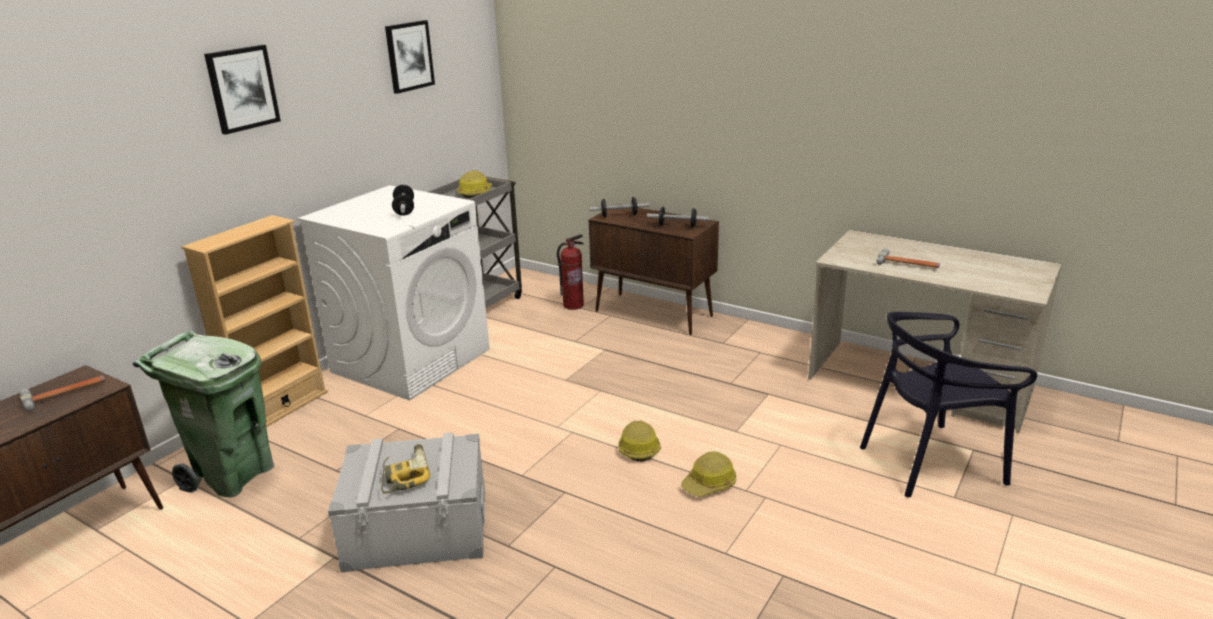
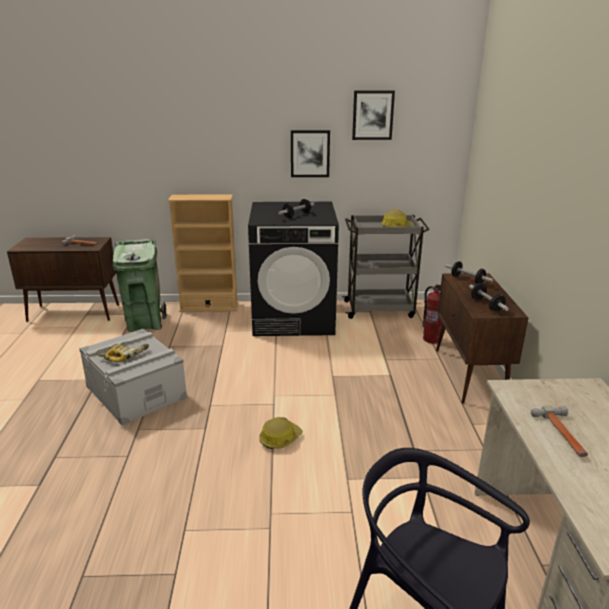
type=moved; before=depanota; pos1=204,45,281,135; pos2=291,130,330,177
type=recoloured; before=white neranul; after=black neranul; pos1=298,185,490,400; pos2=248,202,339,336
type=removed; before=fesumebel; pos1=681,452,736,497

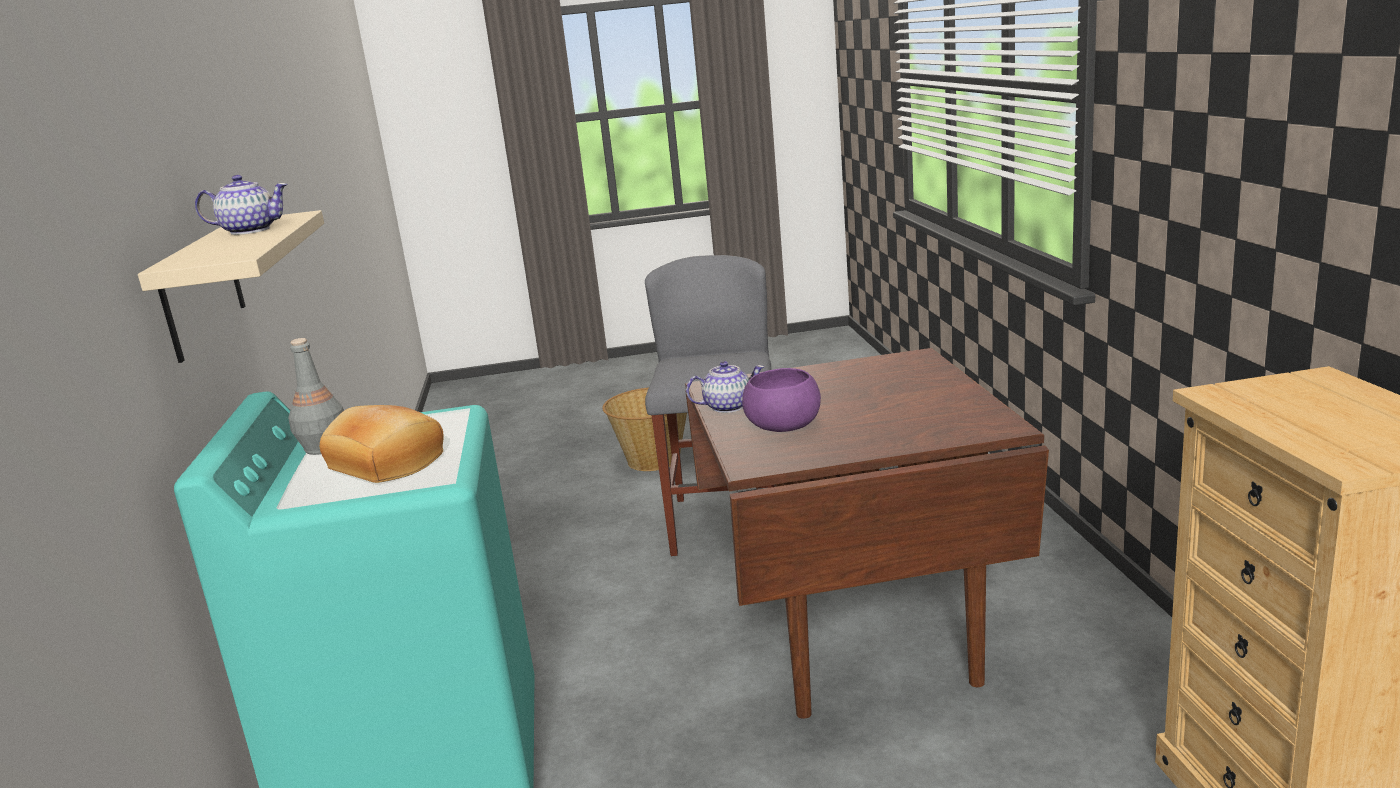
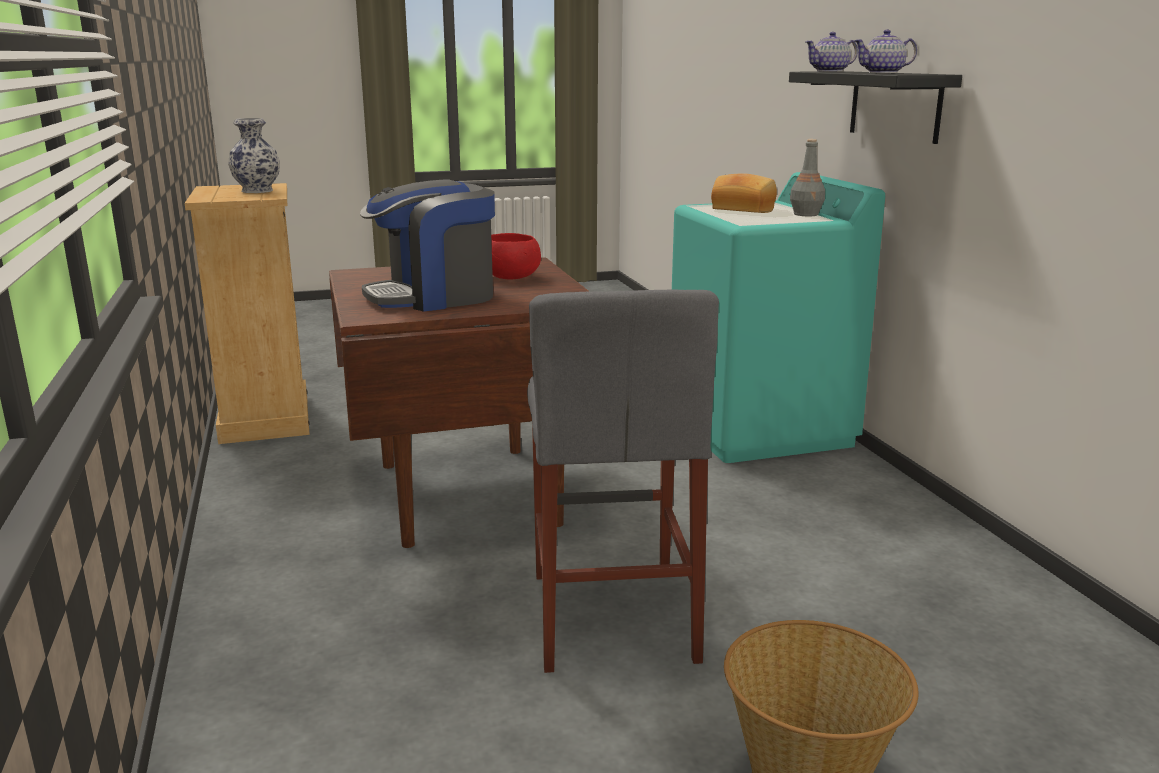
type=recoloured; before=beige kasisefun; after=black kasisefun; pos1=138,210,324,363; pos2=789,71,962,144
type=moved; before=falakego; pos1=686,361,764,413; pos2=805,32,858,72
type=recoloured; before=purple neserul; after=red neserul; pos1=742,368,821,432; pos2=491,233,541,280
type=added; after=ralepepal; pos2=228,118,280,193
type=added; after=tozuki; pos2=360,179,495,312

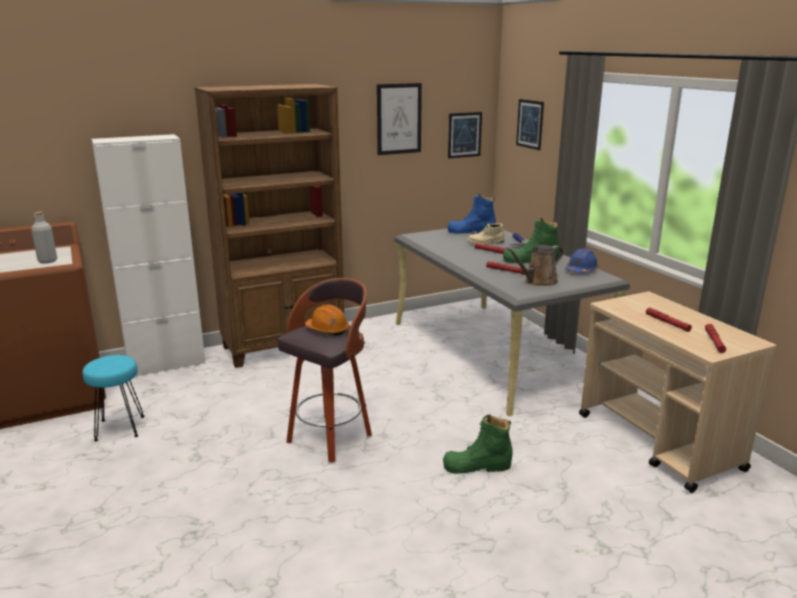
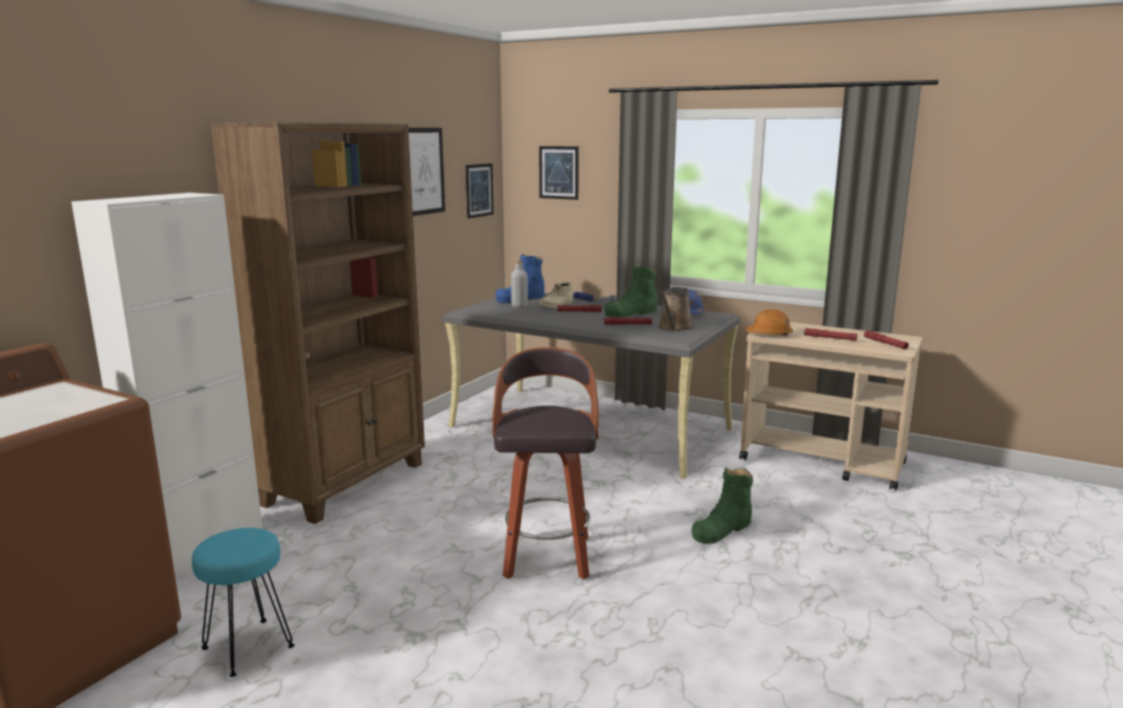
type=moved; before=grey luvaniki; pos1=31,212,57,263; pos2=511,260,528,308
type=moved; before=orange fesumebel; pos1=305,305,349,336; pos2=745,309,793,336

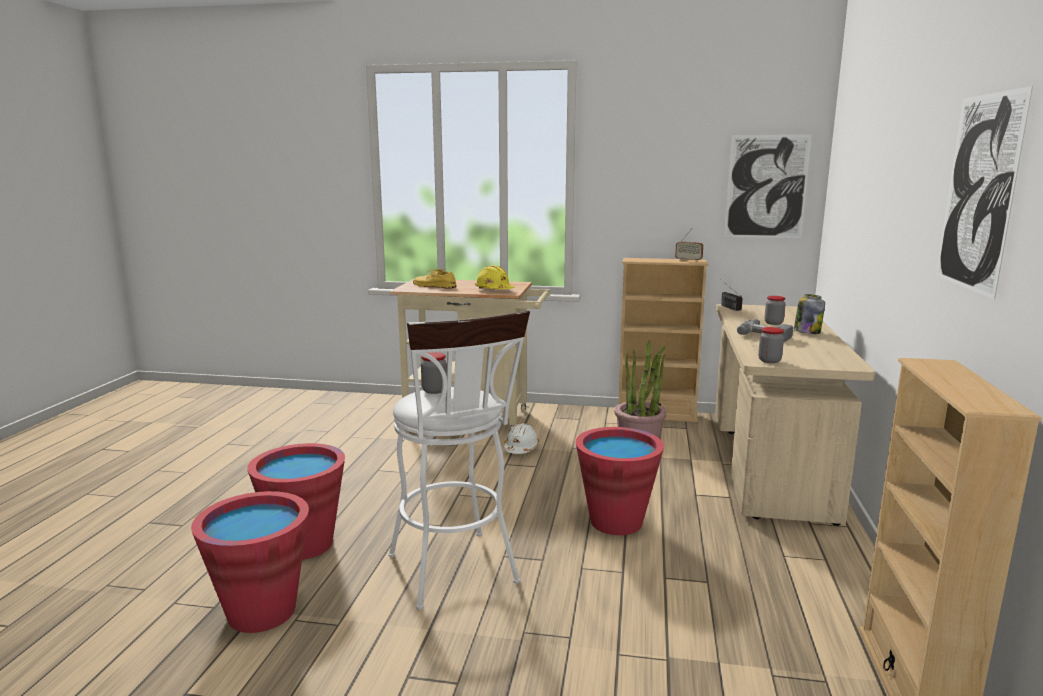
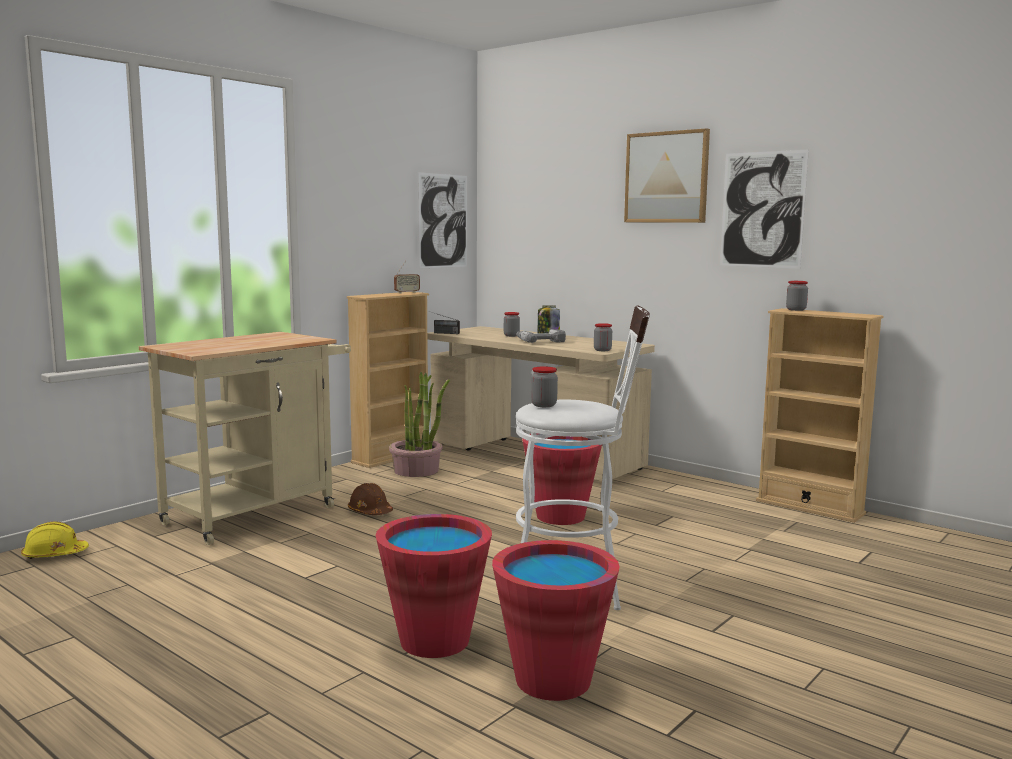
type=removed; before=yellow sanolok; pos1=413,269,457,289
type=moved; before=yellow fesumebel; pos1=475,265,514,290; pos2=21,522,89,559
type=recoloured; before=white fesumebel; after=brown fesumebel; pos1=504,423,539,454; pos2=348,483,393,515
type=added; after=depanota; pos2=624,128,710,223
type=added; after=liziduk; pos2=786,281,808,311

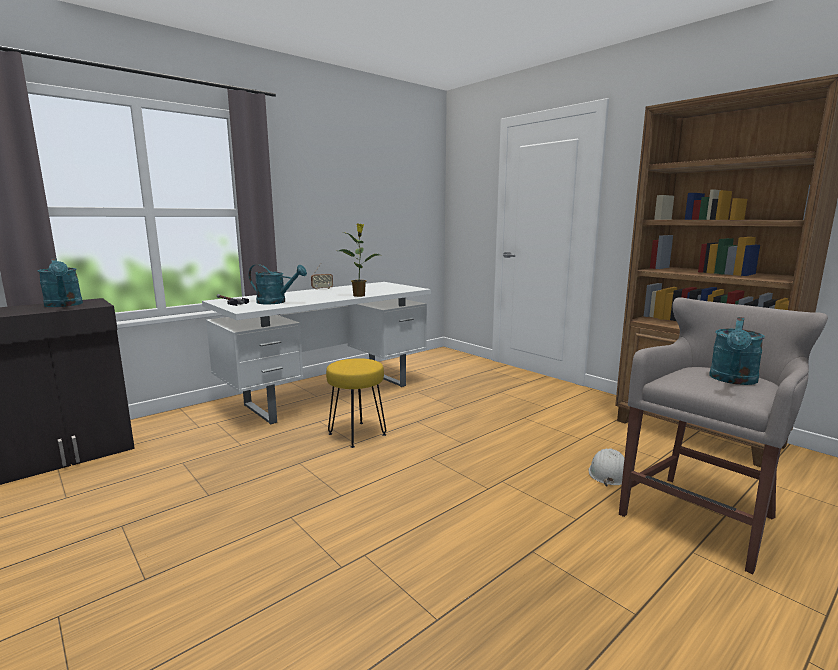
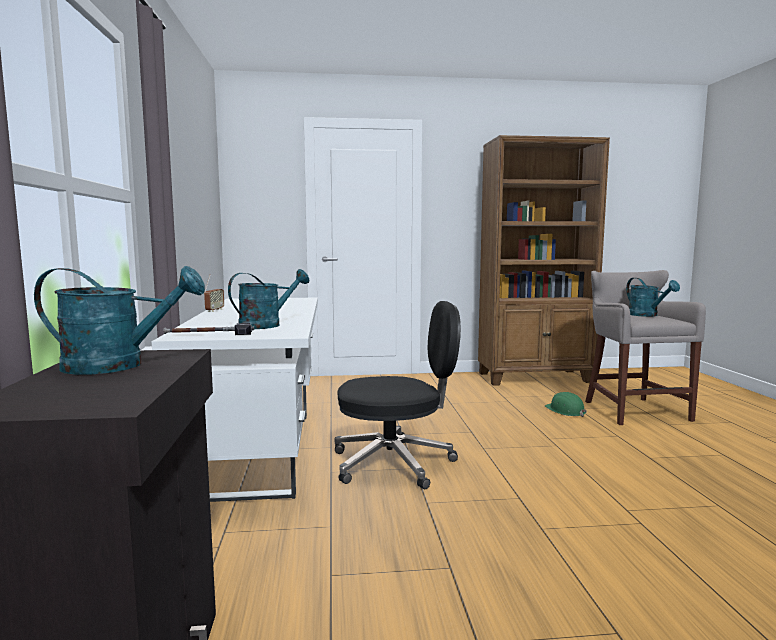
type=replaced; before=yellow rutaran; after=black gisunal; pos1=326,358,386,448; pos2=334,301,461,489
type=removed; before=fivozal; pos1=339,224,379,297
type=recoloured; before=white fesumebel; after=green fesumebel; pos1=589,448,624,487; pos2=545,392,587,417

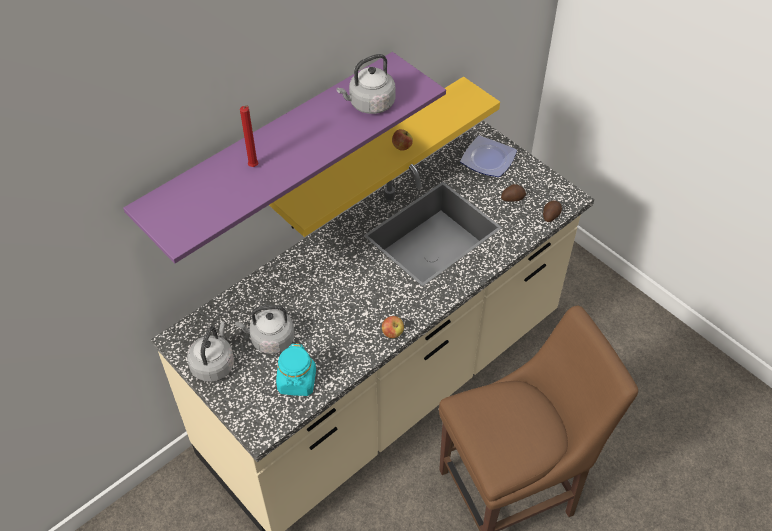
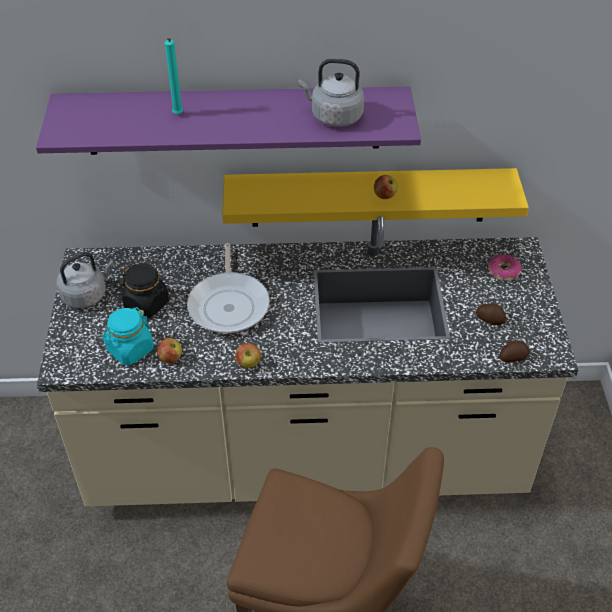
type=replaced; before=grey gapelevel; after=black liziduk; pos1=235,305,295,354; pos2=122,264,169,318
type=recoloured; before=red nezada; after=turquoise nezada; pos1=240,105,258,167; pos2=165,38,183,115
type=replaced; before=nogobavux; after=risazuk; pos1=460,135,517,177; pos2=489,254,521,281
type=added; after=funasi; pos2=157,338,182,363
type=added; after=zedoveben; pos2=187,243,270,333

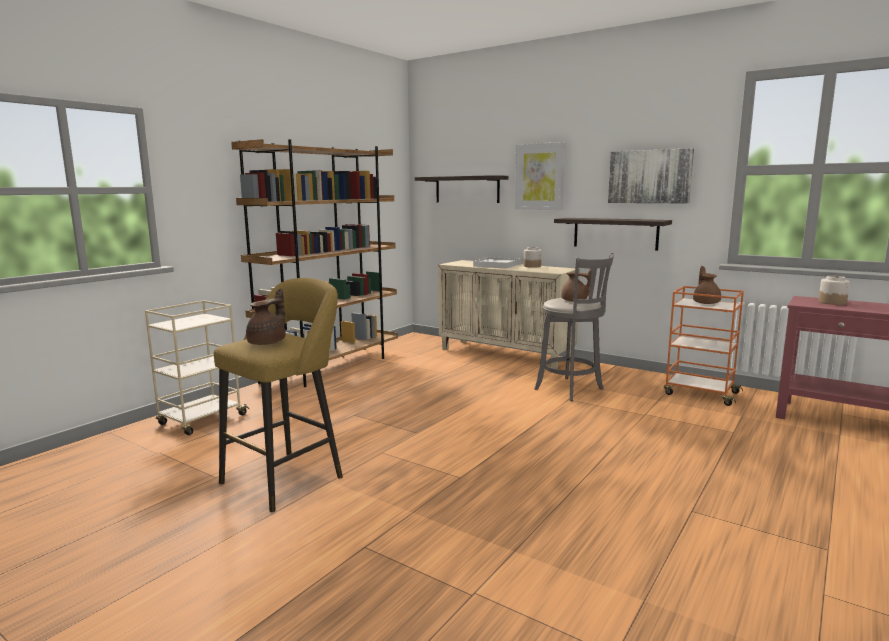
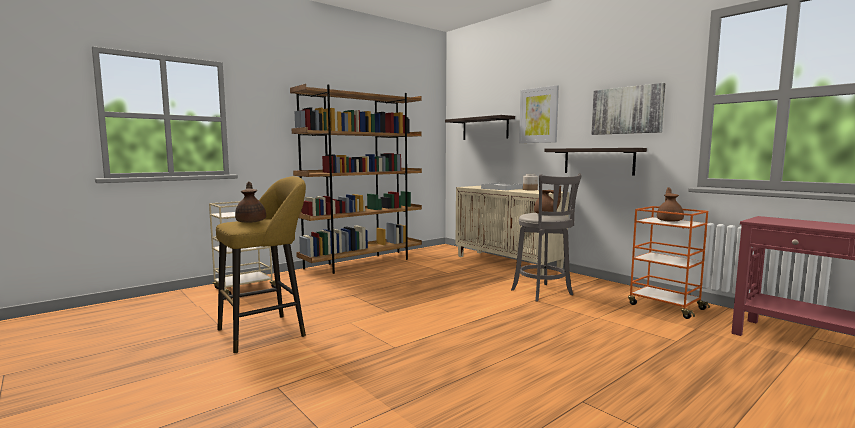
type=turned; before=brown falakego; pos1=246,288,286,345; pos2=235,182,266,223; turn=-60
type=removed; before=liziduk; pos1=818,276,850,305

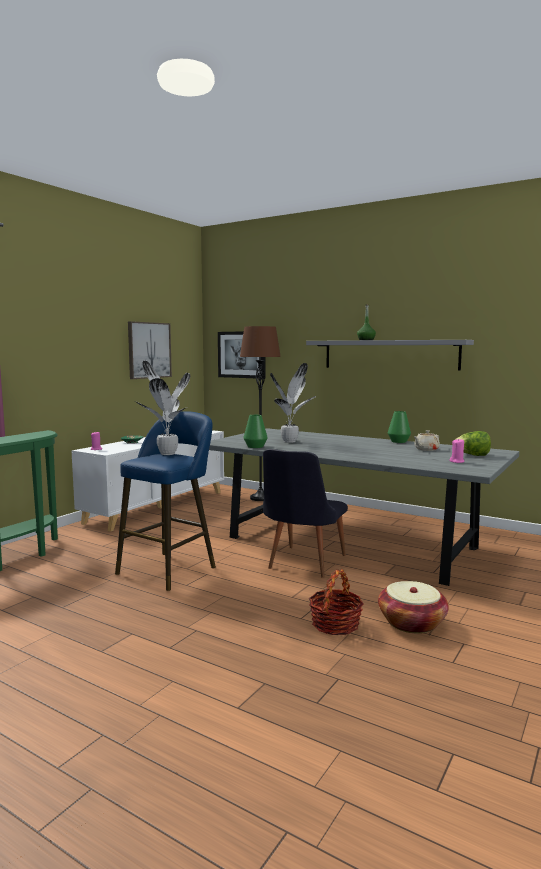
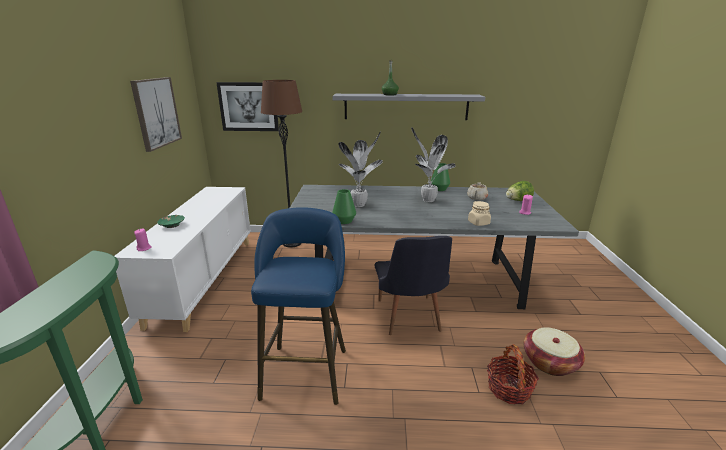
type=moved; before=fivozal; pos1=135,361,190,455; pos2=411,127,456,202
type=added; after=beige liziduk; pos2=468,201,491,226

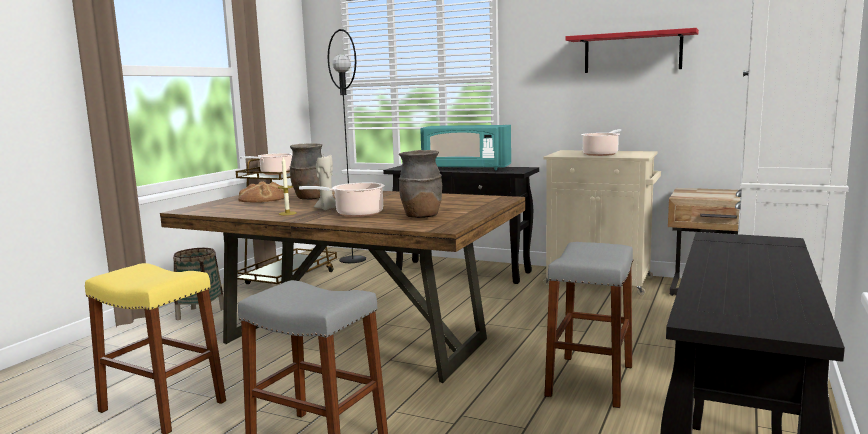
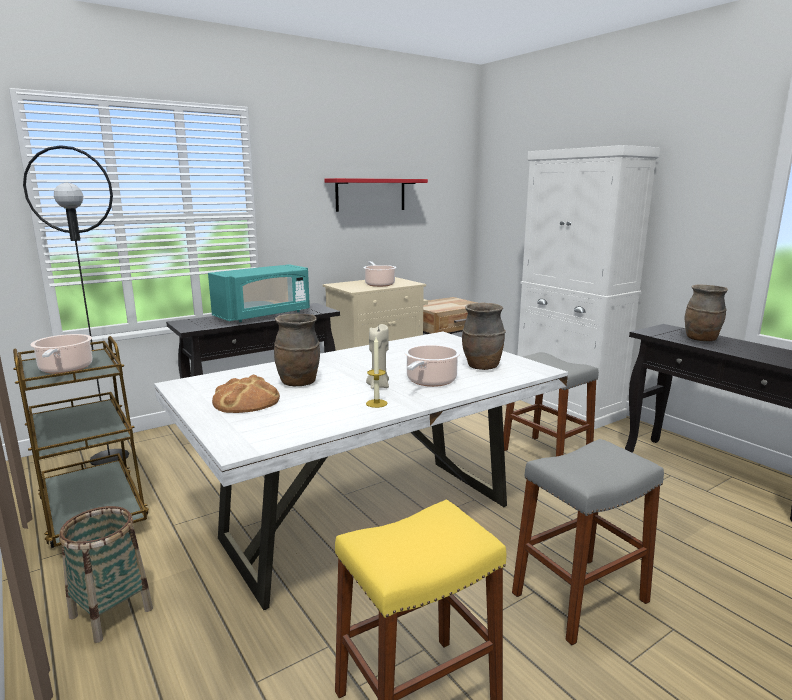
type=recoloured; before=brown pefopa; after=white pefopa; pos1=160,187,525,383; pos2=154,332,568,610
type=added; after=brown ralepepal; pos2=685,285,728,342

